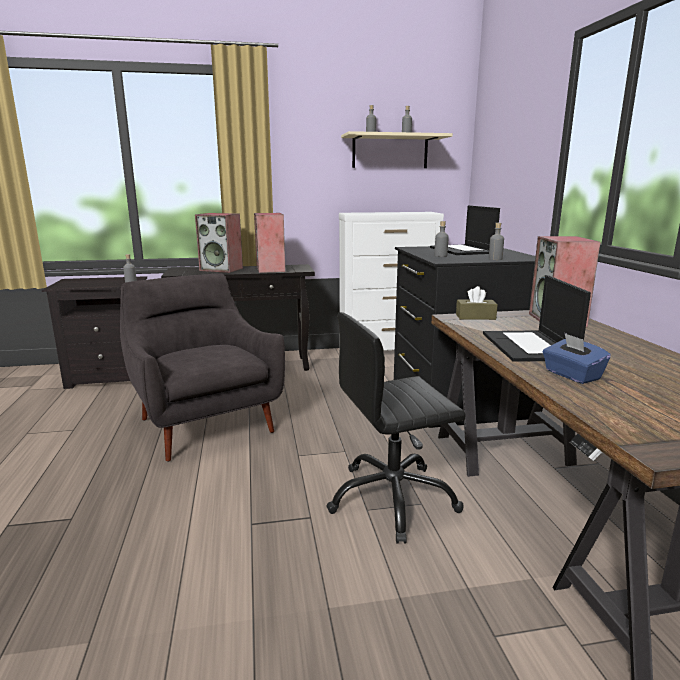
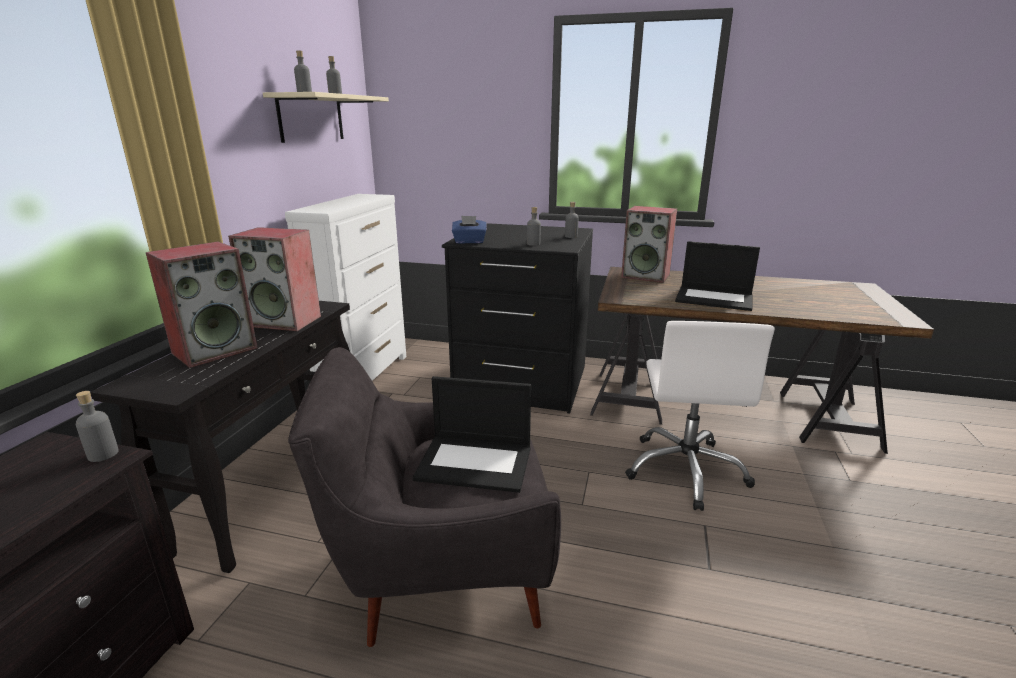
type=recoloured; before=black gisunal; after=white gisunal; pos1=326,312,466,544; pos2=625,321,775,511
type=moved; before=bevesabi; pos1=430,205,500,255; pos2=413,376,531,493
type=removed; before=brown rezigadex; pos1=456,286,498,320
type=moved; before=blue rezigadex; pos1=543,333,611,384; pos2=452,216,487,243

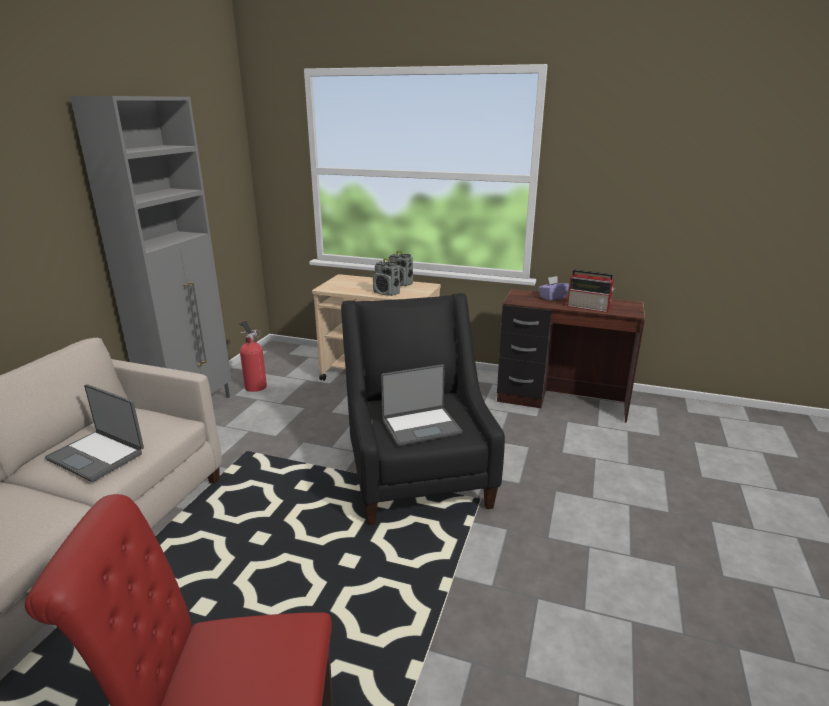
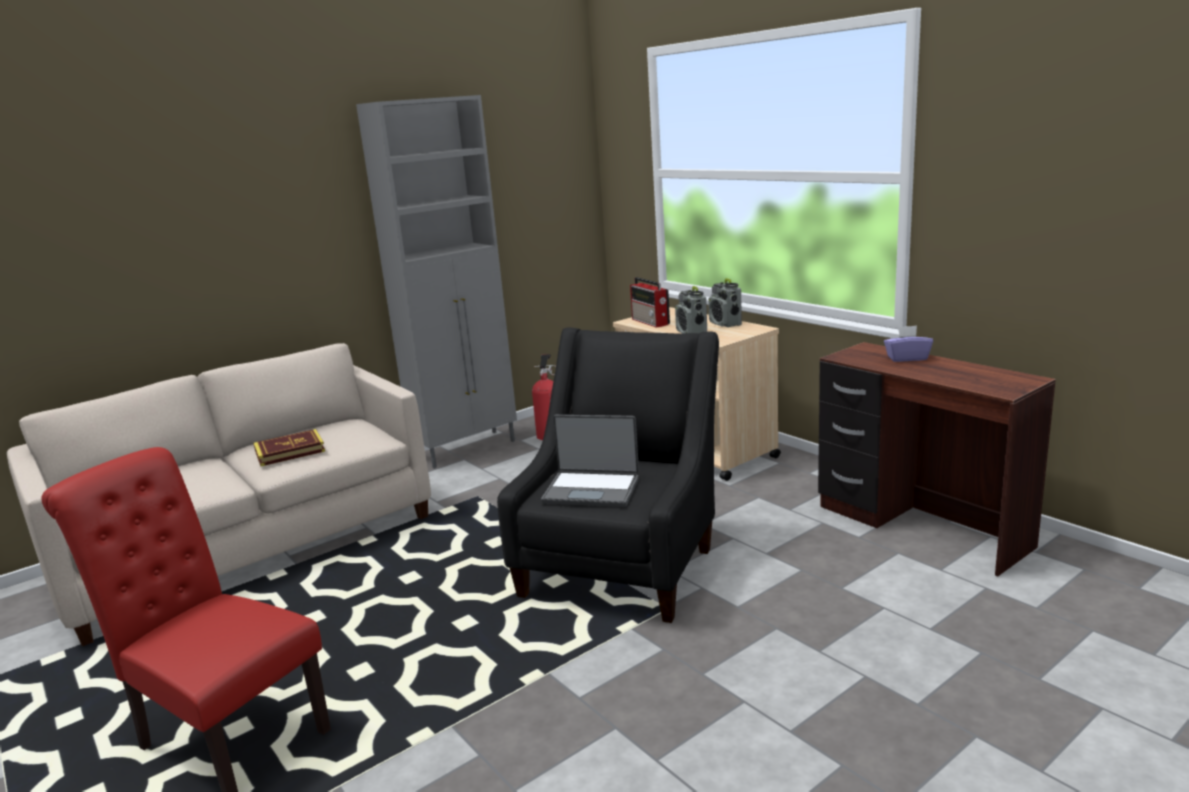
type=replaced; before=bevesabi; after=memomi; pos1=45,384,144,482; pos2=254,429,325,466
type=moved; before=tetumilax; pos1=567,269,614,313; pos2=630,277,670,328

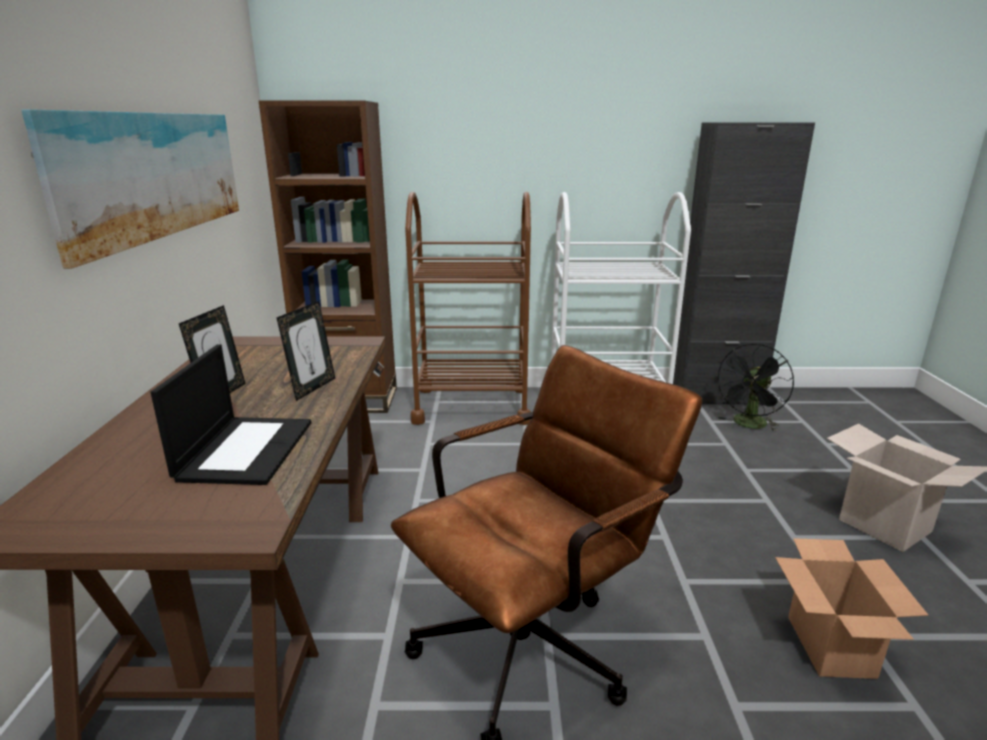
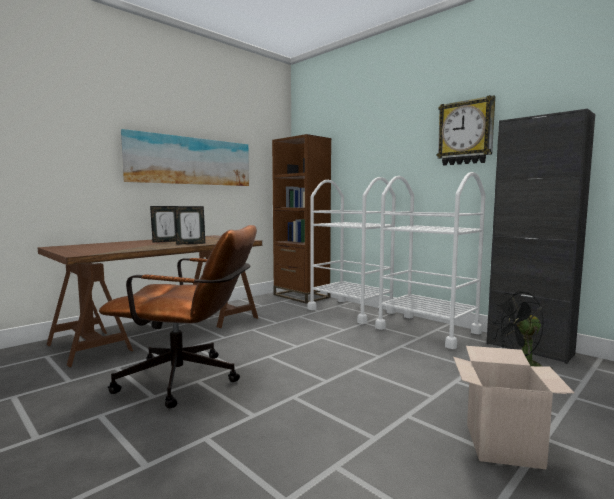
type=removed; before=bevesabi; pos1=151,344,311,485
type=recoloured; before=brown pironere; after=white pironere; pos1=405,192,531,425; pos2=308,177,396,324
type=removed; before=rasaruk; pos1=775,538,928,679
type=added; after=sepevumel; pos2=437,95,495,166

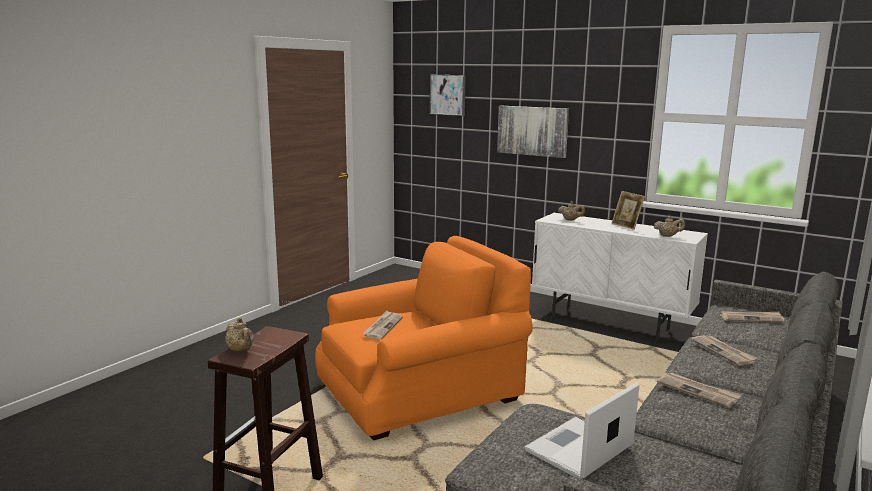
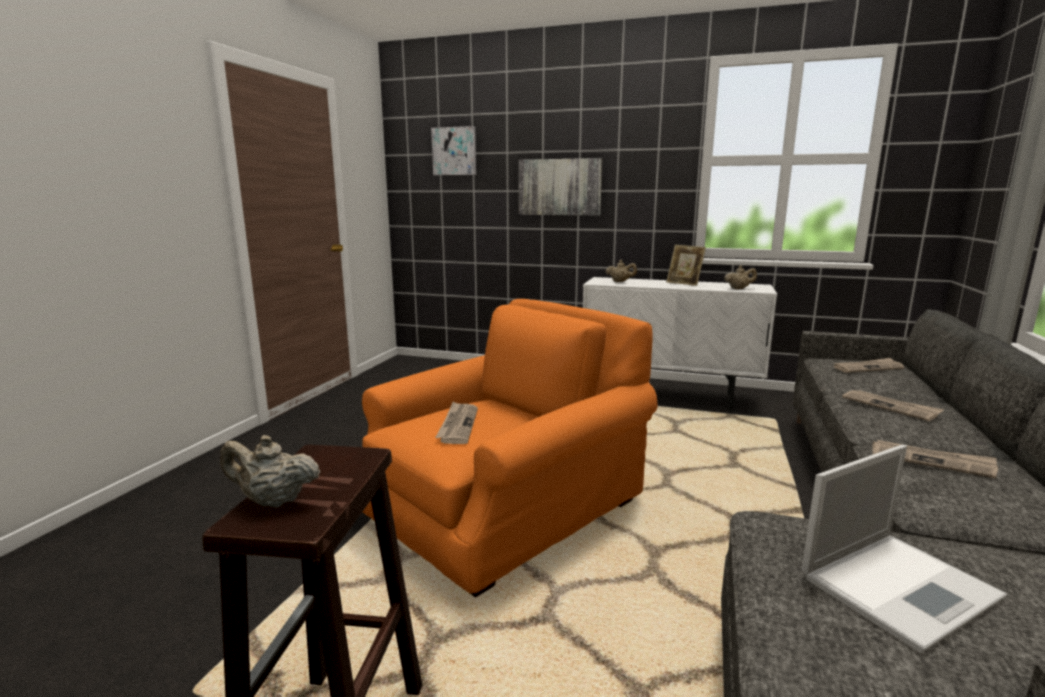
type=turned; before=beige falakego; pos1=225,317,254,352; pos2=220,435,320,507; turn=150
type=turned; before=bevesabi; pos1=525,383,639,479; pos2=802,445,1007,653; turn=-150

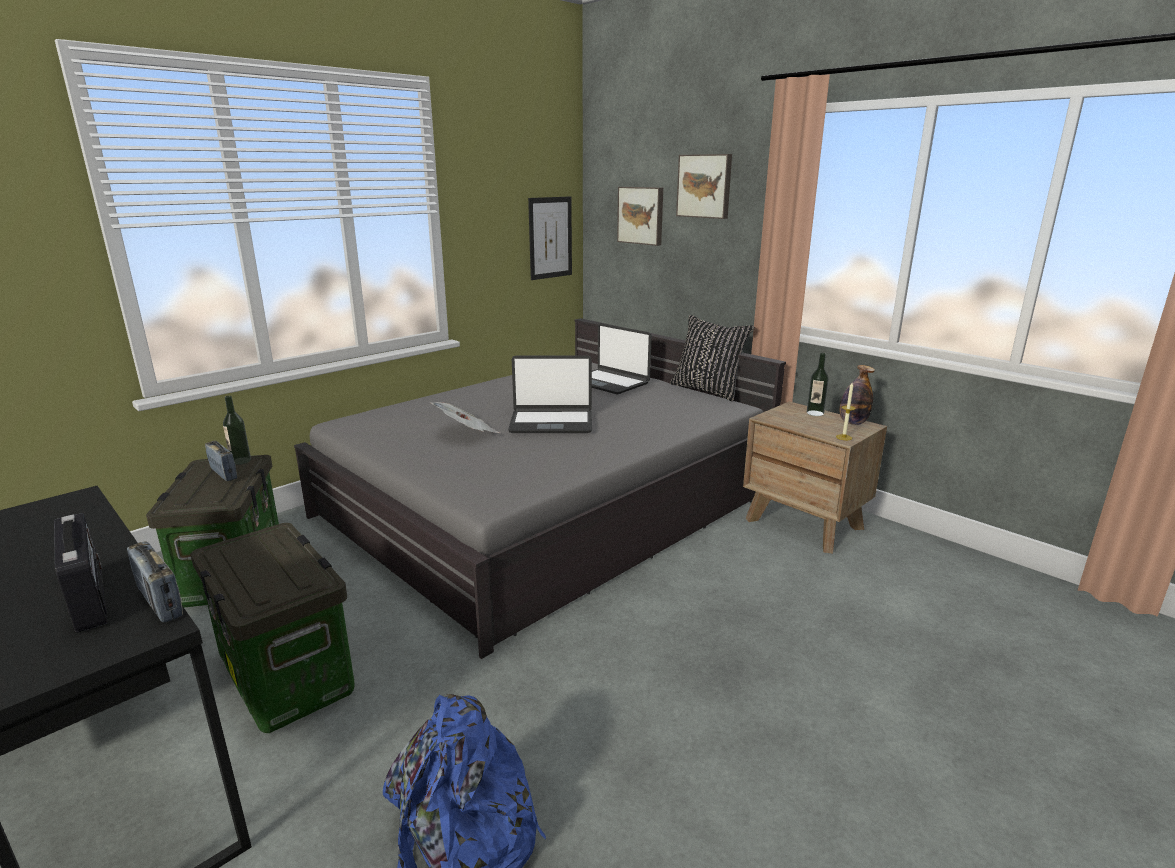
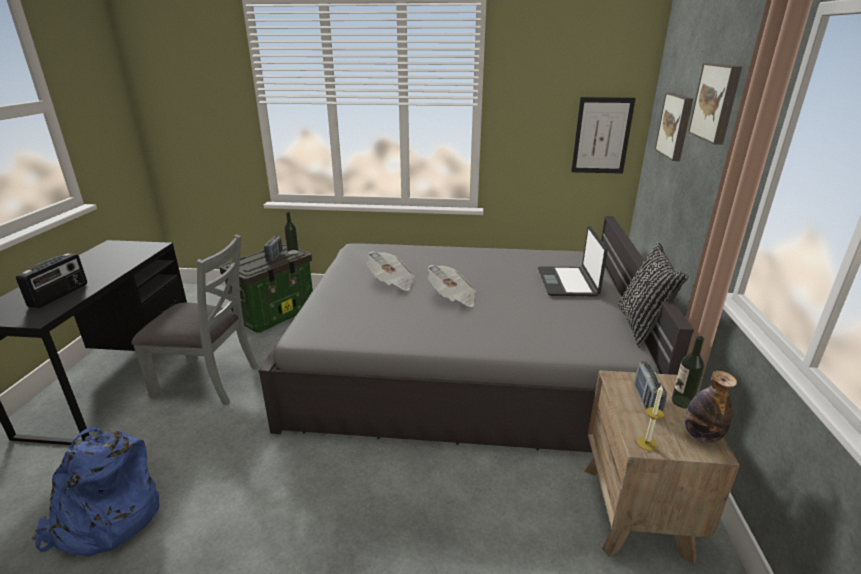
type=moved; before=tetumilax; pos1=127,542,183,623; pos2=634,361,667,412
type=replaced; before=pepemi; after=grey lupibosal; pos1=190,523,355,733; pos2=132,234,259,405
type=replaced; before=bevesabi; after=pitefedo; pos1=508,356,592,433; pos2=428,265,476,307

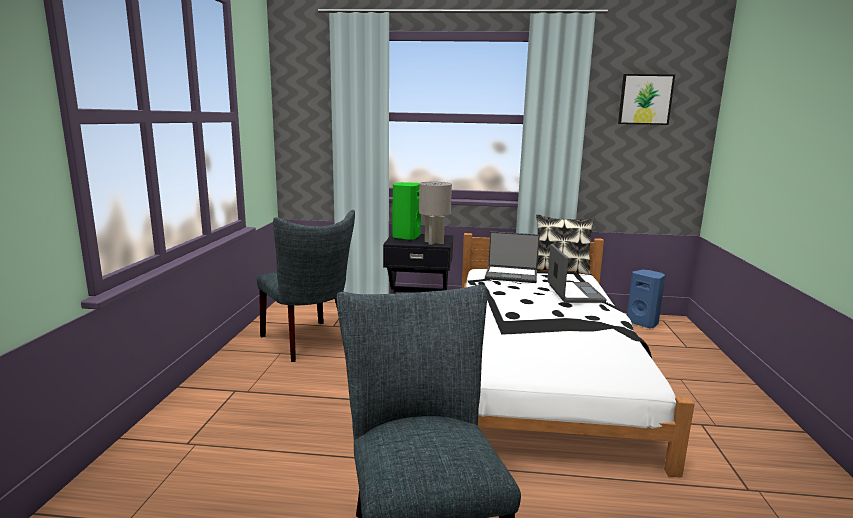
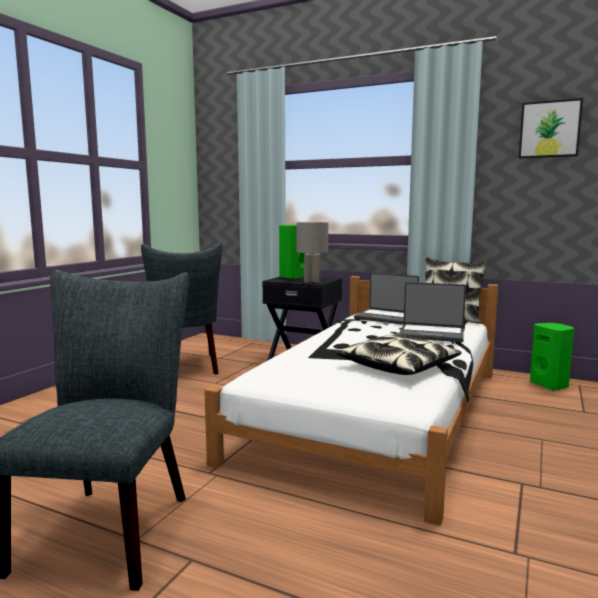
type=turned; before=bevesabi; pos1=547,244,607,303; pos2=399,282,466,342; turn=90
type=recoloured; before=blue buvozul; after=green buvozul; pos1=627,270,666,328; pos2=530,323,574,391
type=added; after=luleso; pos2=336,334,462,375

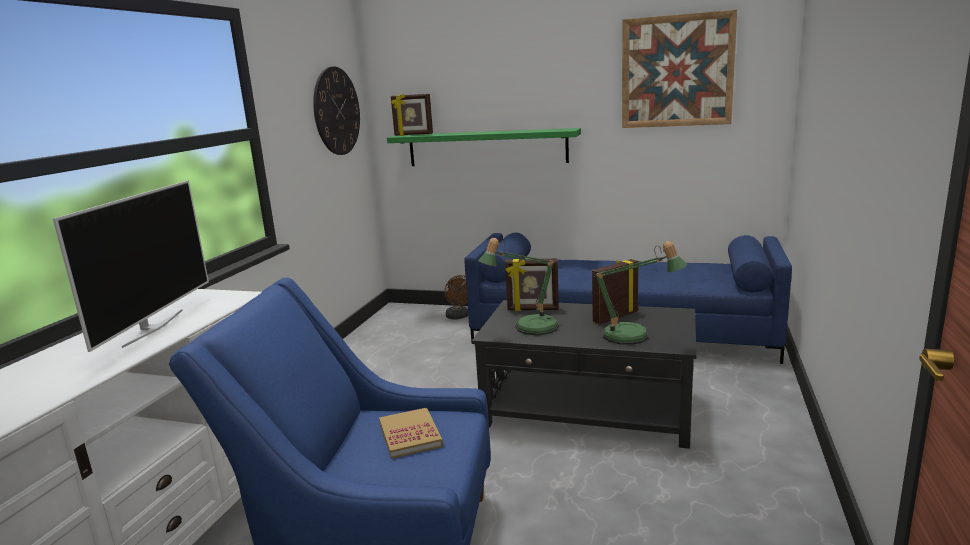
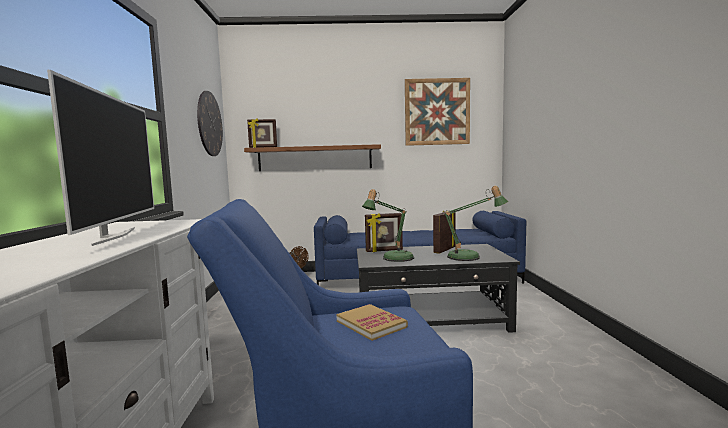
type=recoloured; before=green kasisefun; after=brown kasisefun; pos1=387,128,581,166; pos2=244,144,381,171

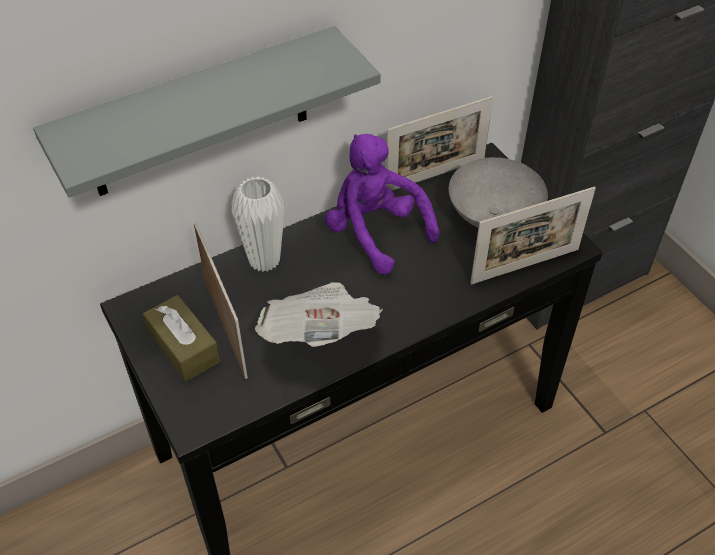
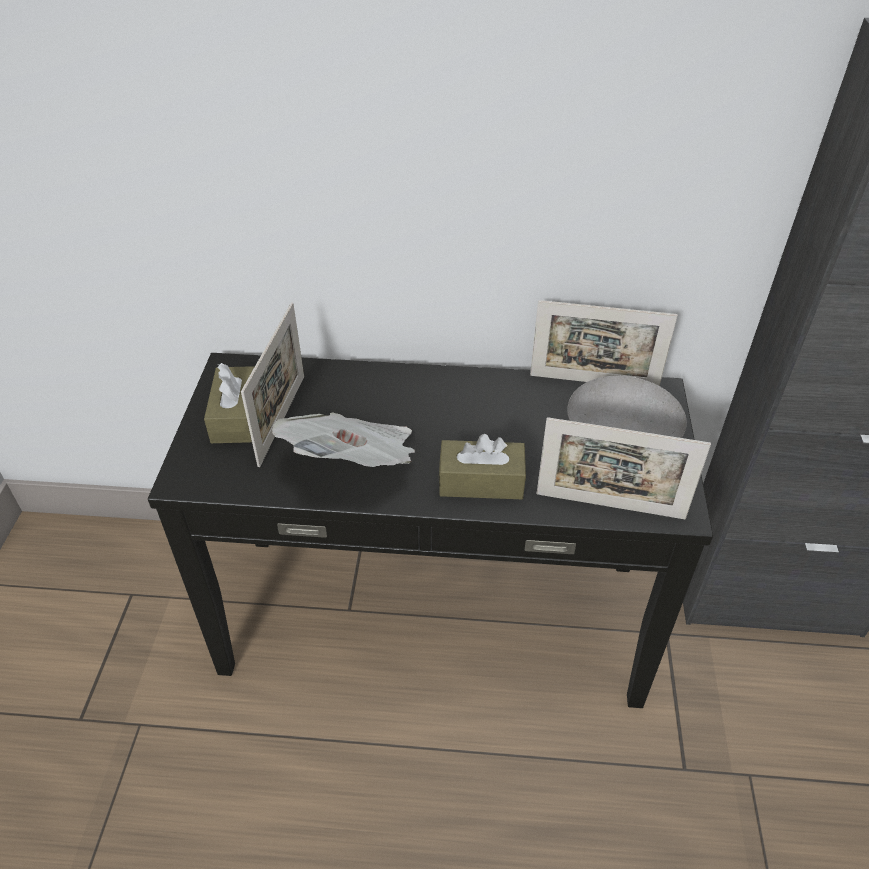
type=removed; before=grey kasisefun; pos1=33,26,381,197
type=removed; before=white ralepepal; pos1=231,177,285,272
type=removed; before=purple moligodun; pos1=325,134,440,275
type=added; after=brown rezigadex; pos2=439,434,526,499

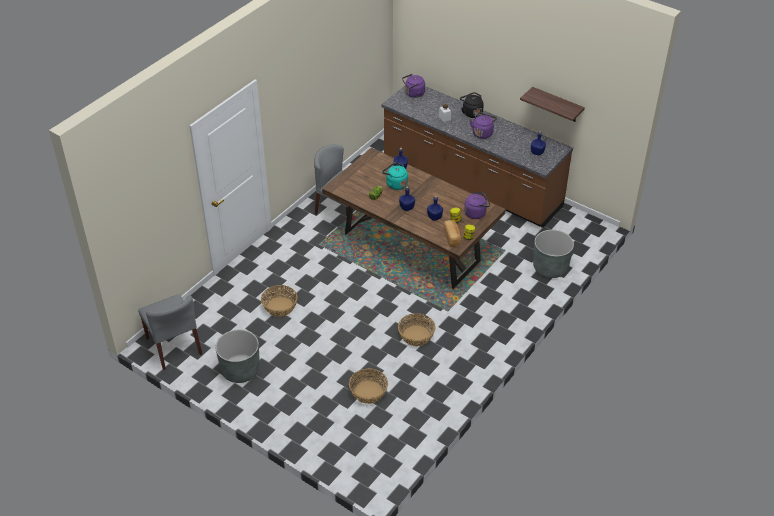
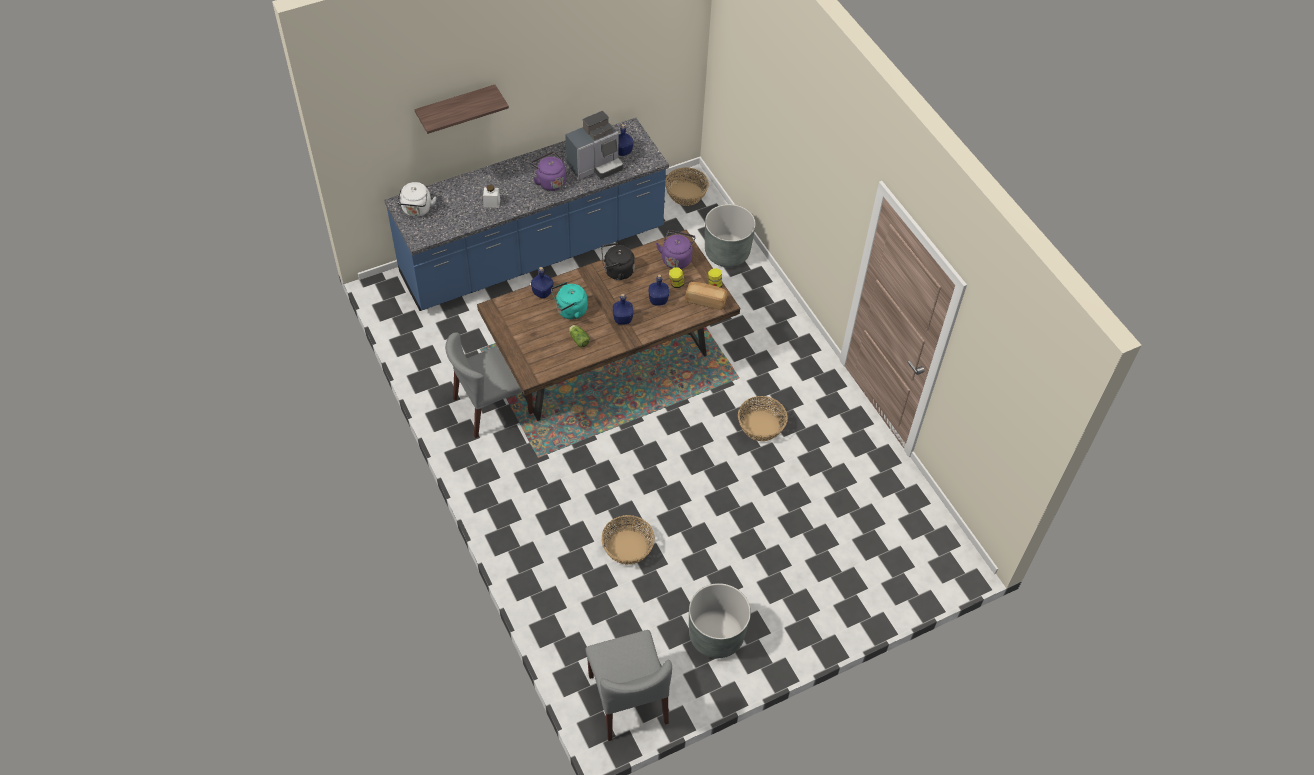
type=turned; before=grey lupibosal; pos1=138,294,202,370; pos2=585,630,672,741; turn=75
type=moved; before=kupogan; pos1=349,368,388,404; pos2=665,167,709,206
type=recoloured; before=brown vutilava; after=blue vutilava; pos1=382,86,573,228; pos2=384,118,669,311
type=recoloured; before=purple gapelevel; after=white gapelevel; pos1=402,74,425,98; pos2=397,182,437,217
type=moved; before=black gapelevel; pos1=460,92,484,118; pos2=601,243,635,280
type=moved; before=kasisefun; pos1=520,87,585,122; pos2=414,85,509,134
type=added; after=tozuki; pos2=565,111,623,180

